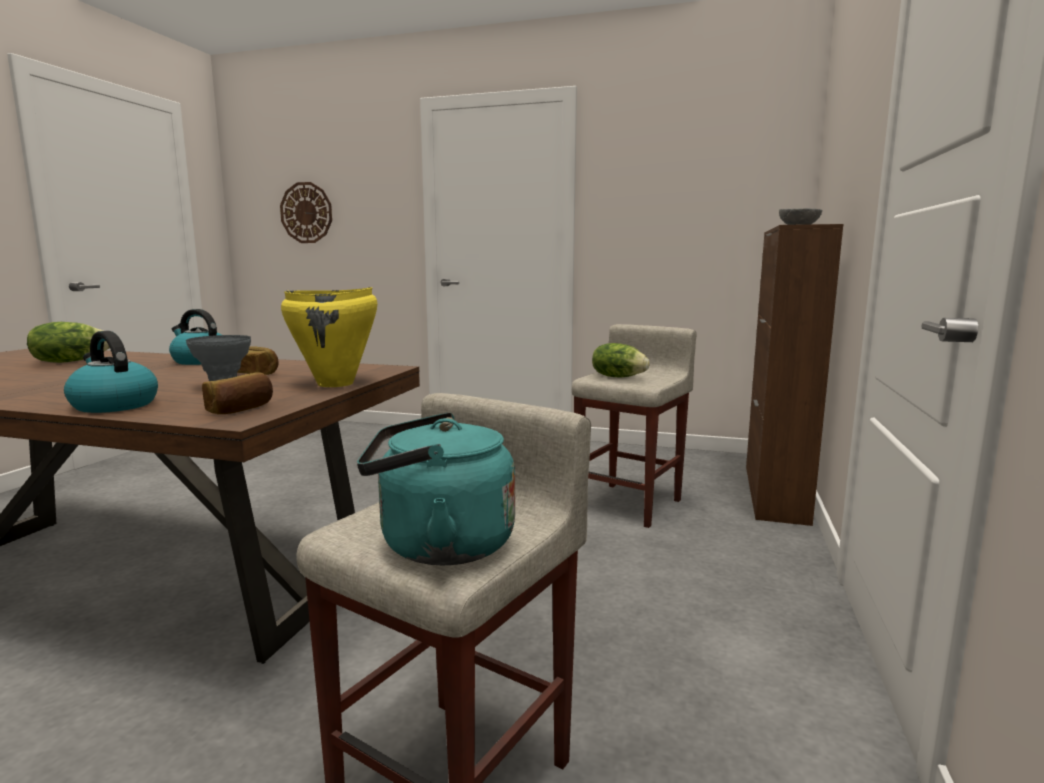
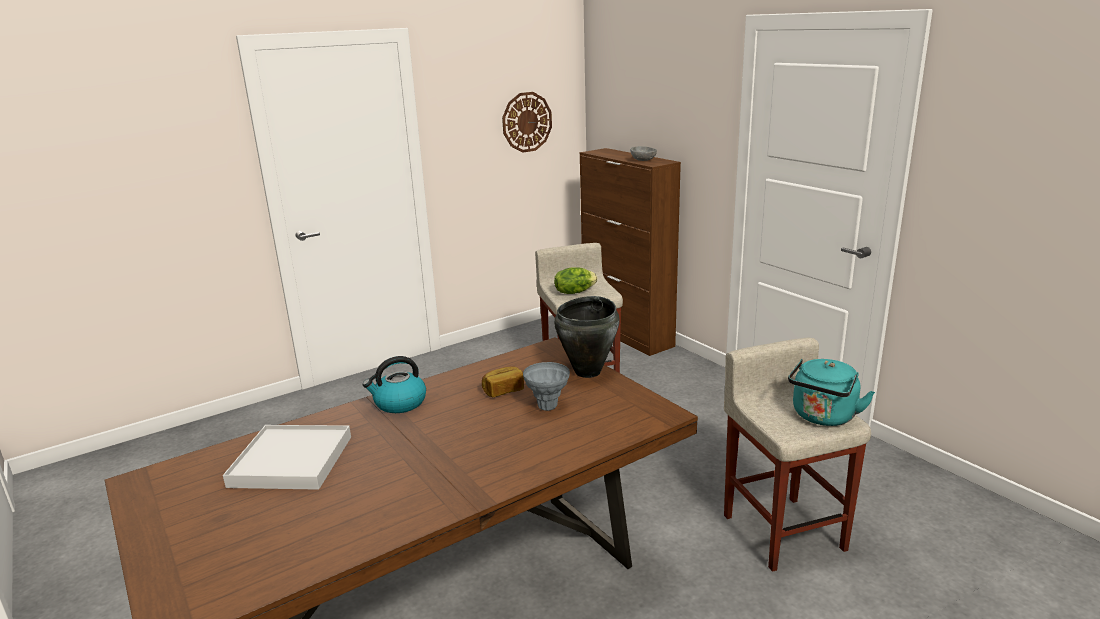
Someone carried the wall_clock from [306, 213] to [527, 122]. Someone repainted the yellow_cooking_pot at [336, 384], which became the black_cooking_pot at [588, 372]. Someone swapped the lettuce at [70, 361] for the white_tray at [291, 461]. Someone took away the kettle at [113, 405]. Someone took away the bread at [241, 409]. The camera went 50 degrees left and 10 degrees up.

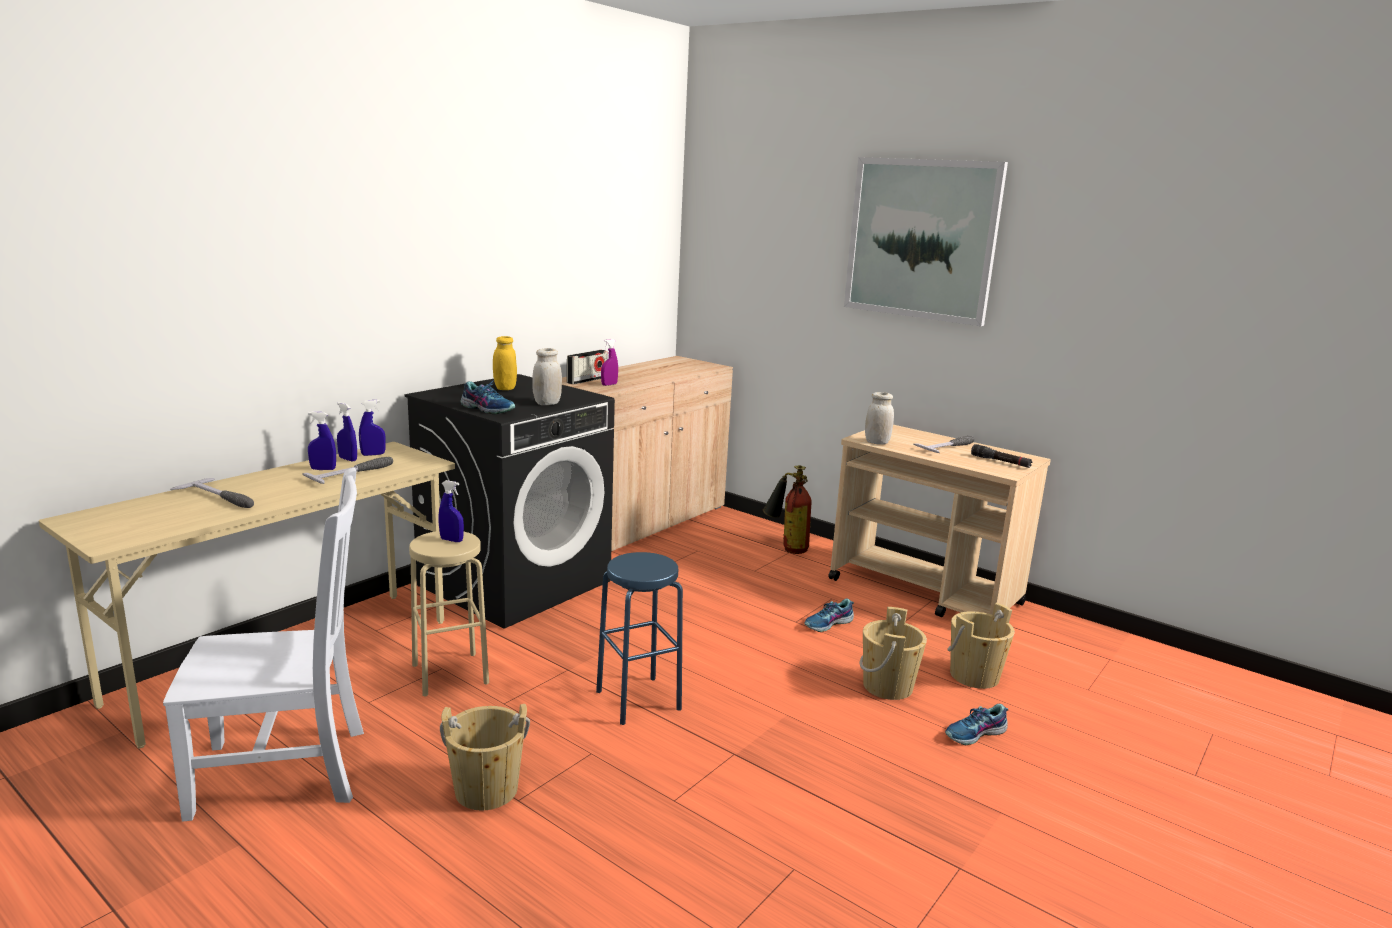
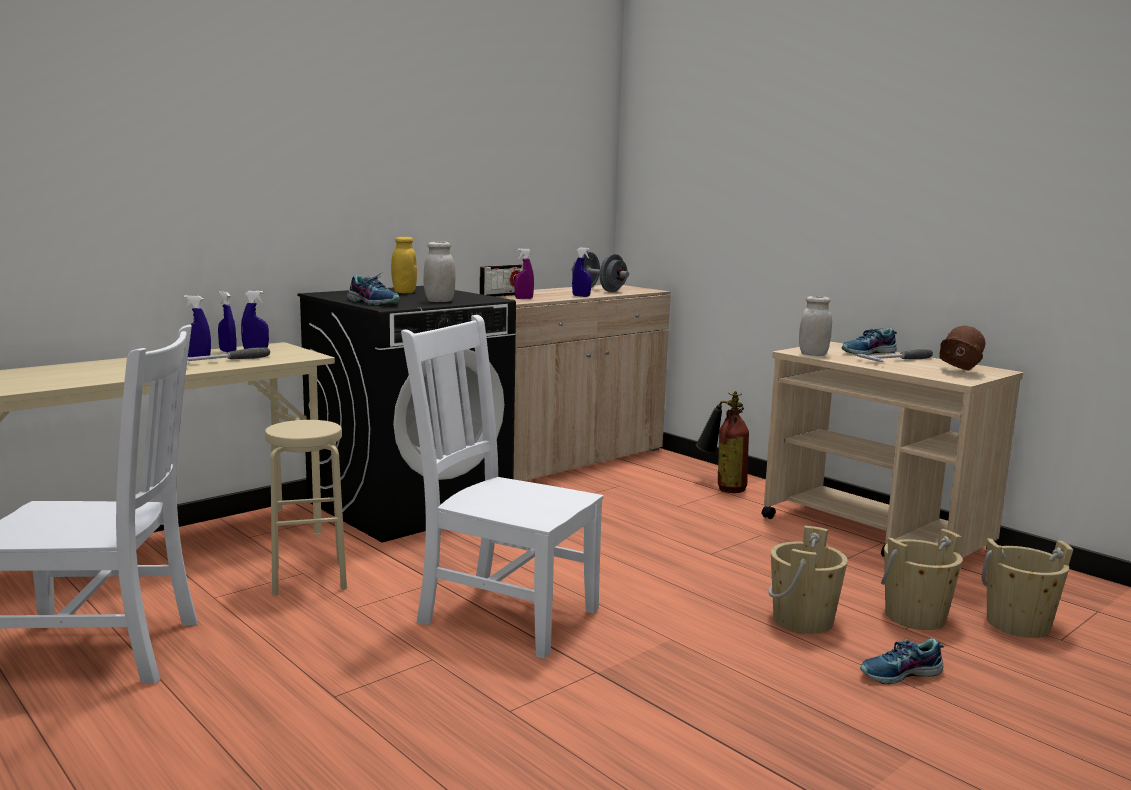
Someone took away the picture at [921, 239]. Someone swapped the black_flashlight at [1000, 462] for the brown_hard_hat at [957, 372]. Someone took away the hammer at [220, 498]. Someone carried the blue_spray_bottle from [451, 540] to [581, 296]. Someone swapped the blue_stool at [638, 700] for the white_chair at [503, 614]. Someone carried the shoe from [828, 624] to [868, 353]. Someone carried the beige_bucket from [486, 790] to [1018, 624]. Someone put down the grey_dumbbell at [599, 290]. The camera went 10 degrees right and 5 degrees down.

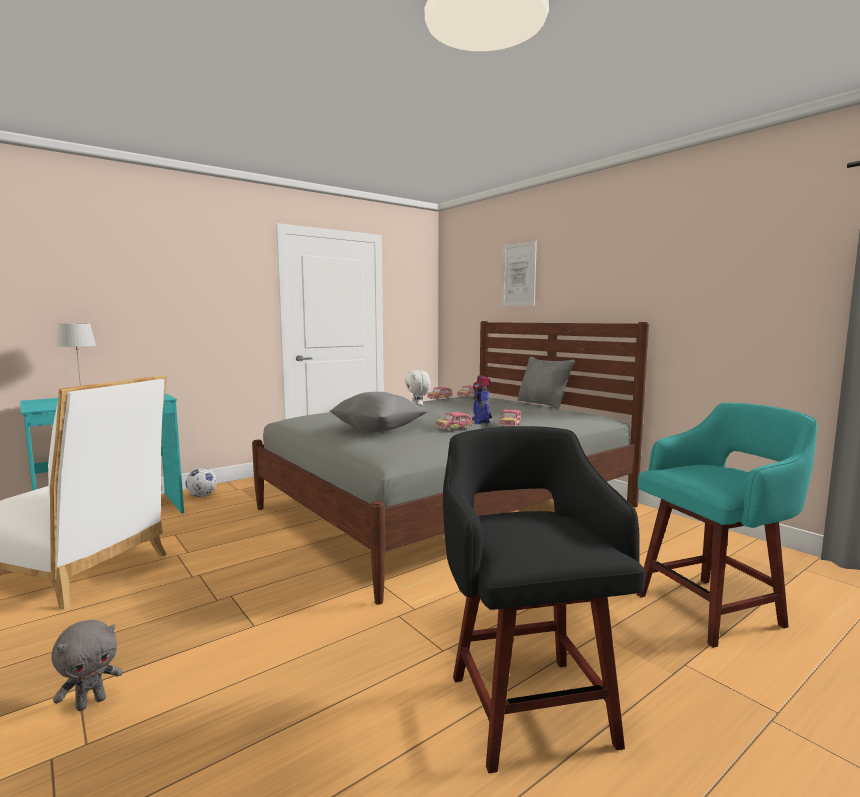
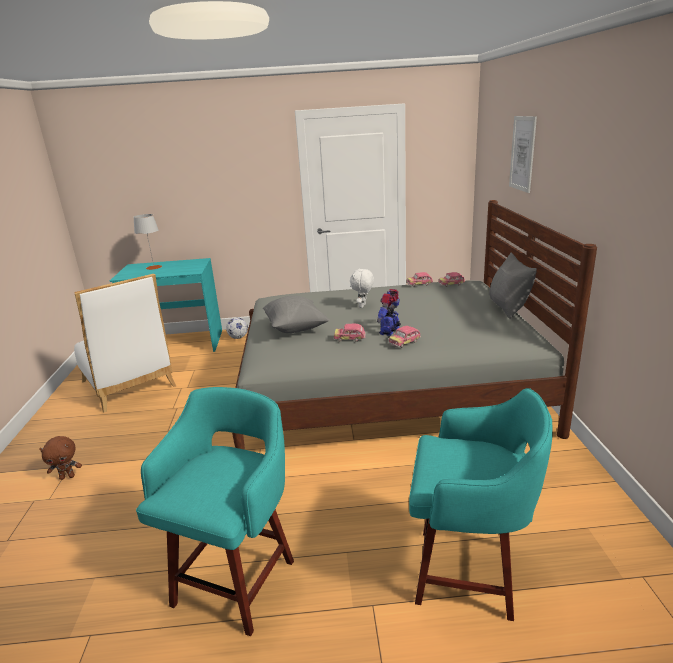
Someone repainted the black_stool at [528, 705], which became the turquoise_stool at [236, 579]. Someone repainted the grey_plush_toy at [91, 702], which became the brown_plush_toy at [67, 476]. The camera went 35 degrees right and 15 degrees up.

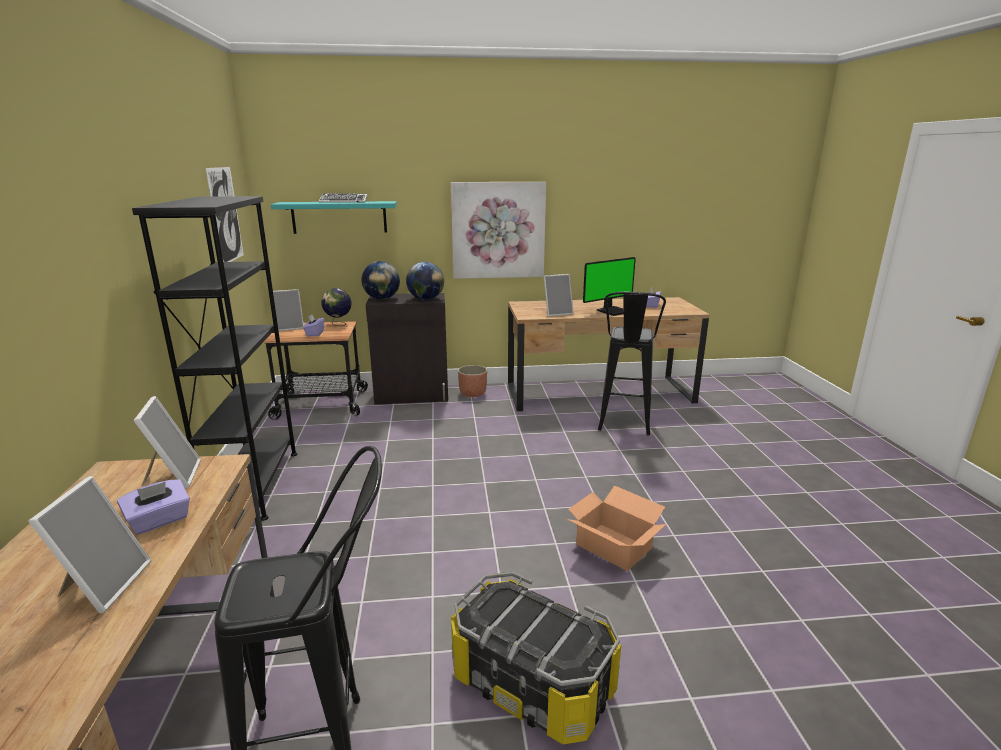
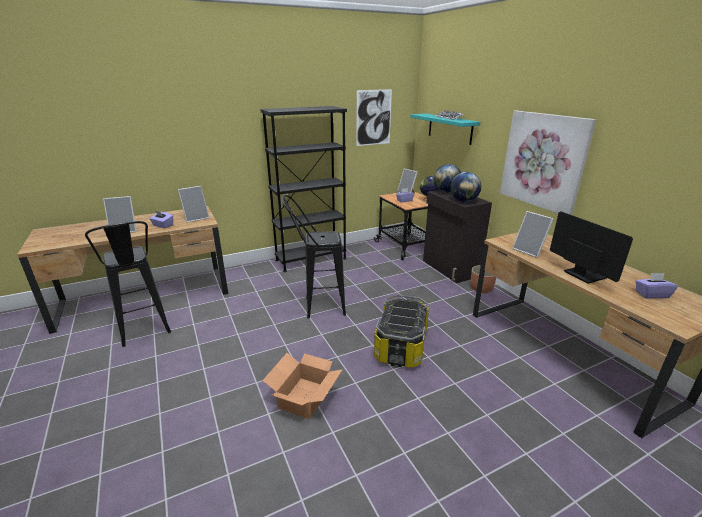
Someone rotated the monitor at [613, 311] by 150 degrees counterclockwise. Someone carried the black_stool from [623, 427] to [317, 307]. Someone carried the storage_box from [531, 683] to [400, 345]. The camera went 70 degrees right and 5 degrees up.

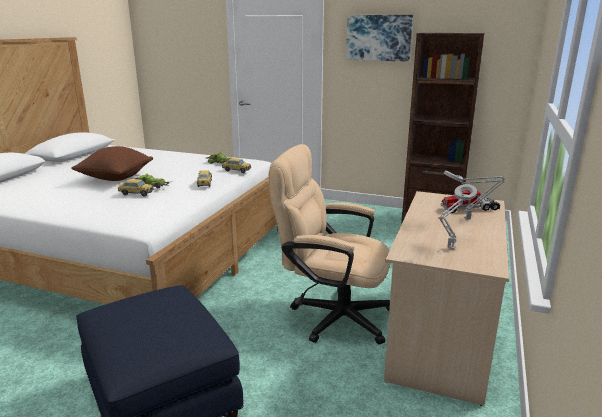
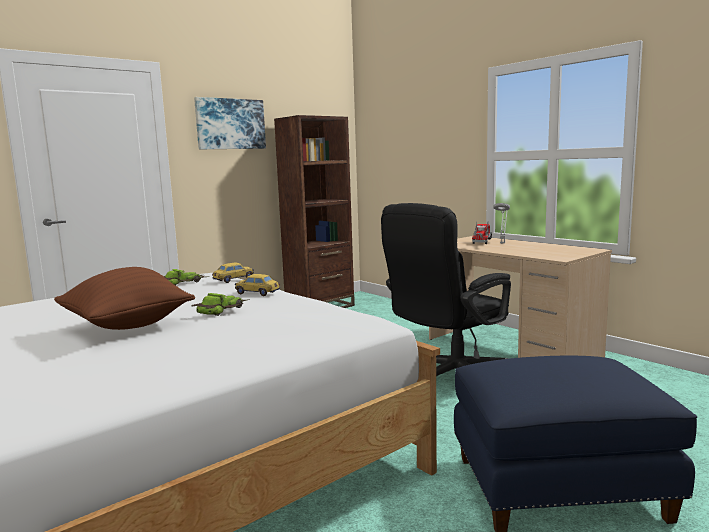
Someone repainted the beige_office_chair at [331, 315], which became the black_office_chair at [448, 377]. Someone took away the toy_car at [136, 193]. Someone took away the grey_table_lamp at [450, 249]. The camera went 60 degrees left and 10 degrees down.

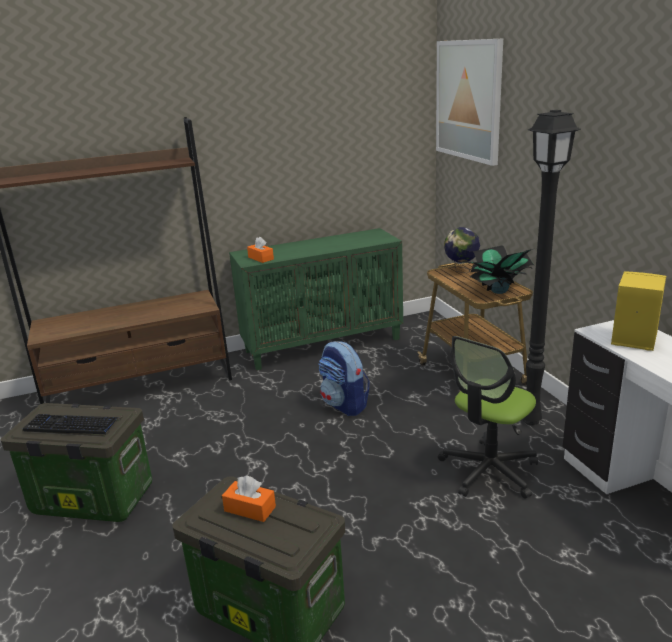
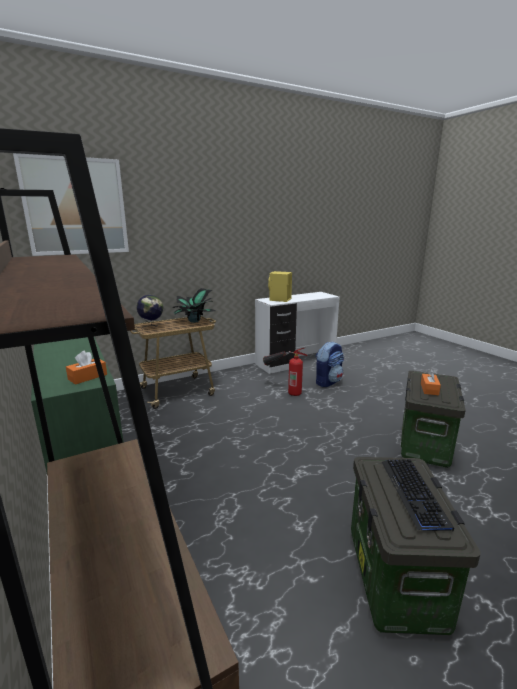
Someone took away the black_floor_lamp at [532, 421]. Someone swapped the office_chair at [488, 471] for the fire_extinguisher at [284, 390]. Someone carried the backpack from [345, 405] to [328, 382]. The camera went 100 degrees left and 5 degrees down.

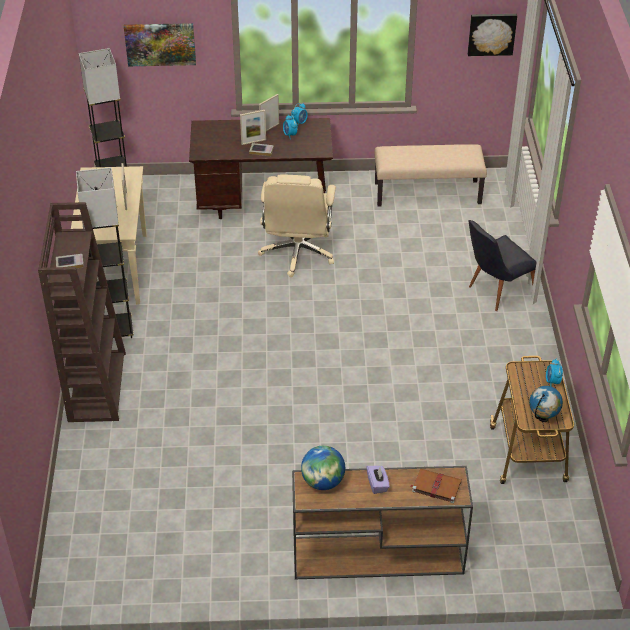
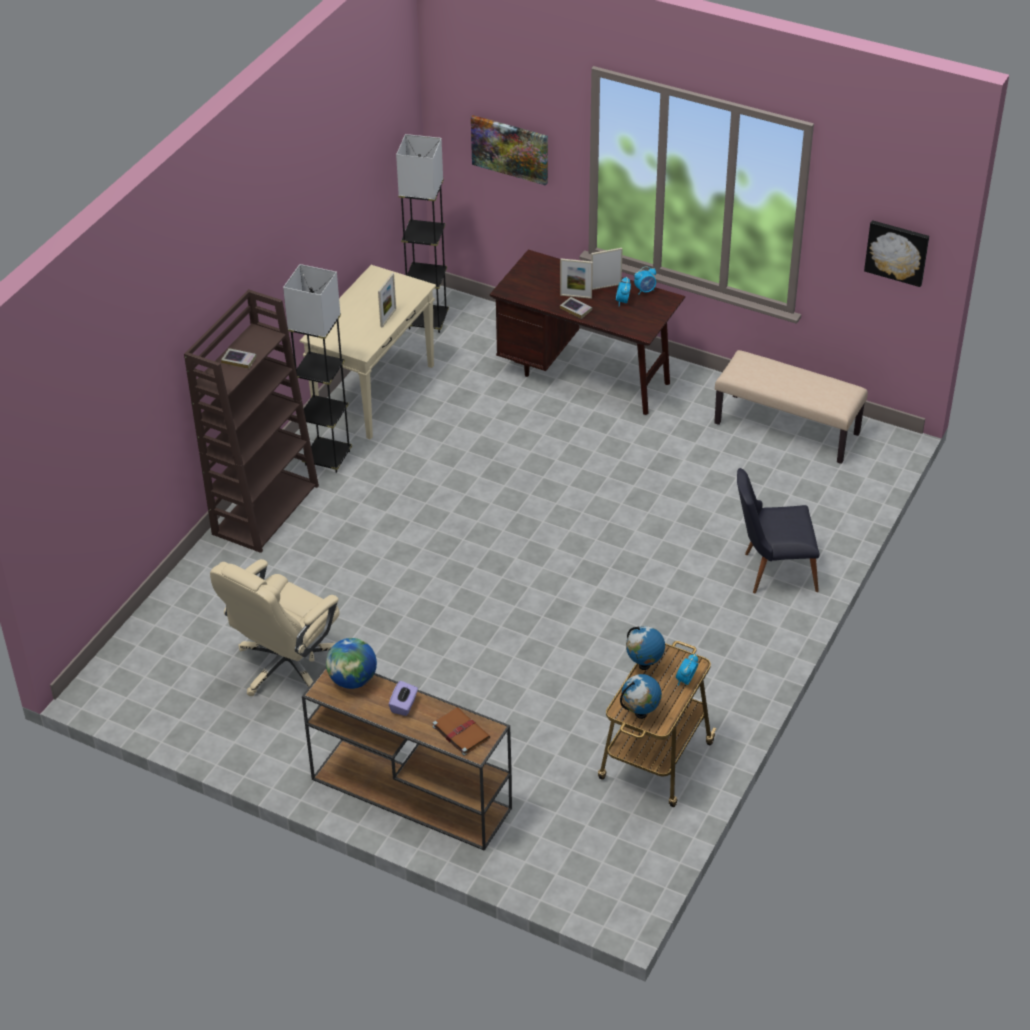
Someone carried the beige_office_chair from [297, 253] to [286, 666]. Someone put down the globe at [644, 665]. The camera went 30 degrees right and 0 degrees up.

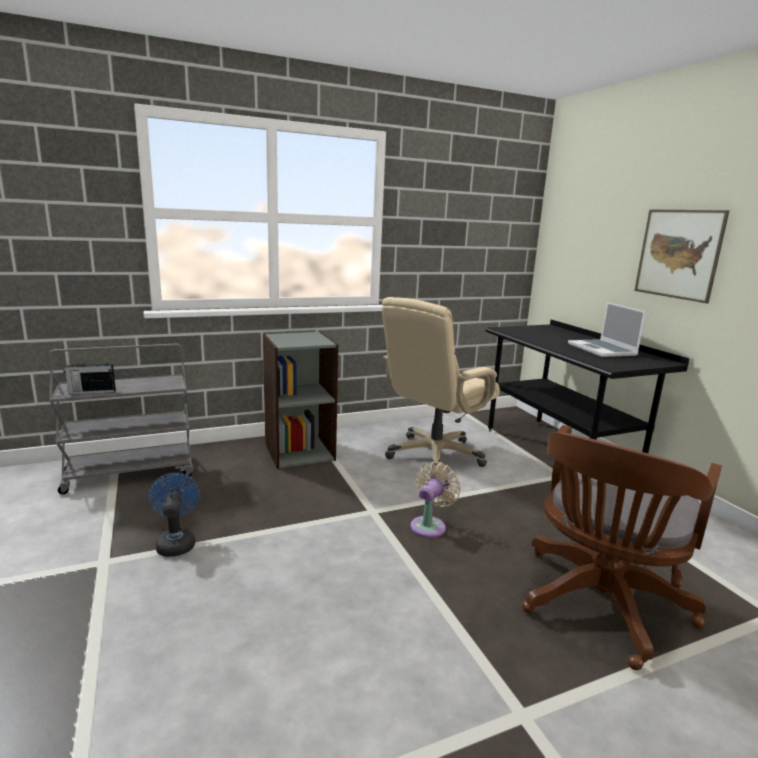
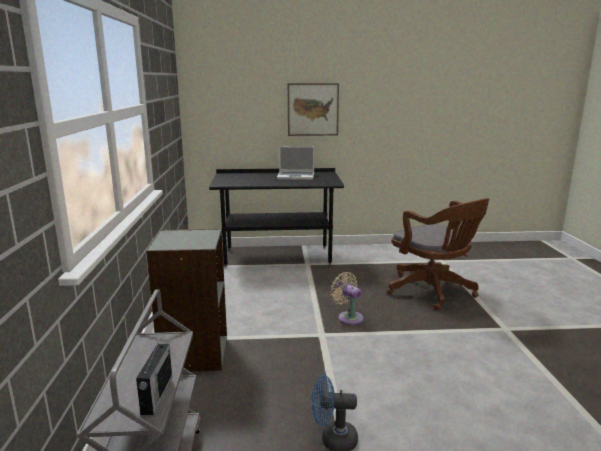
Someone took away the beige_office_chair at [434, 455]. The camera went 70 degrees left and 0 degrees up.

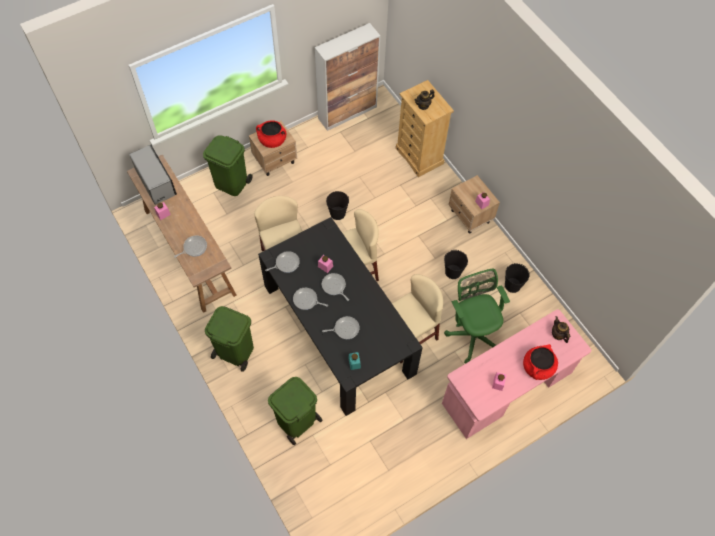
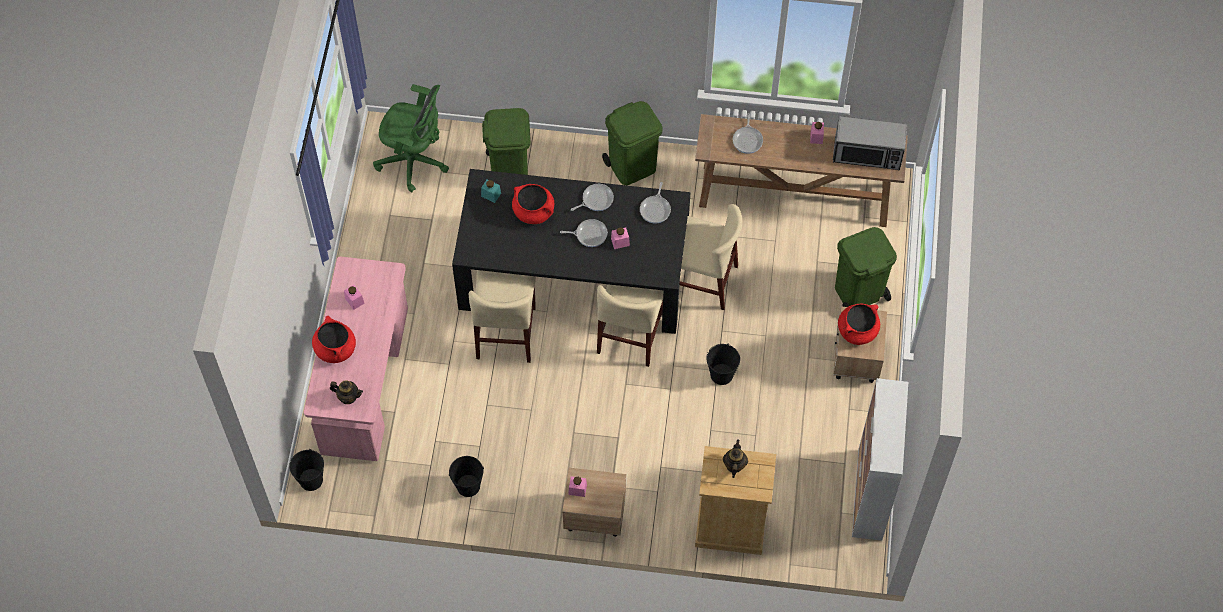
Someone carried the black_bucket from [453, 272] to [311, 480]. Someone carried the green_office_chair from [472, 333] to [415, 161]. Someone swapped the frying_pan at [345, 329] for the red_cooking_pot at [534, 211]. The camera went 130 degrees right and 0 degrees up.

